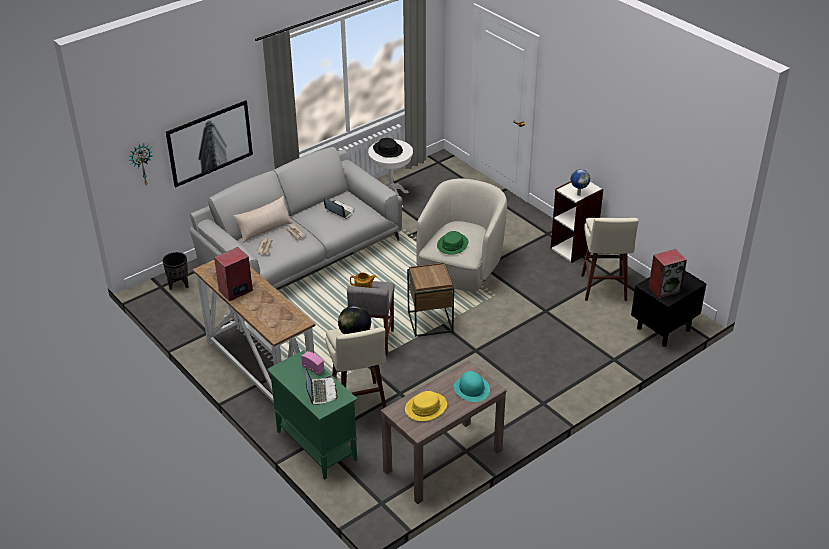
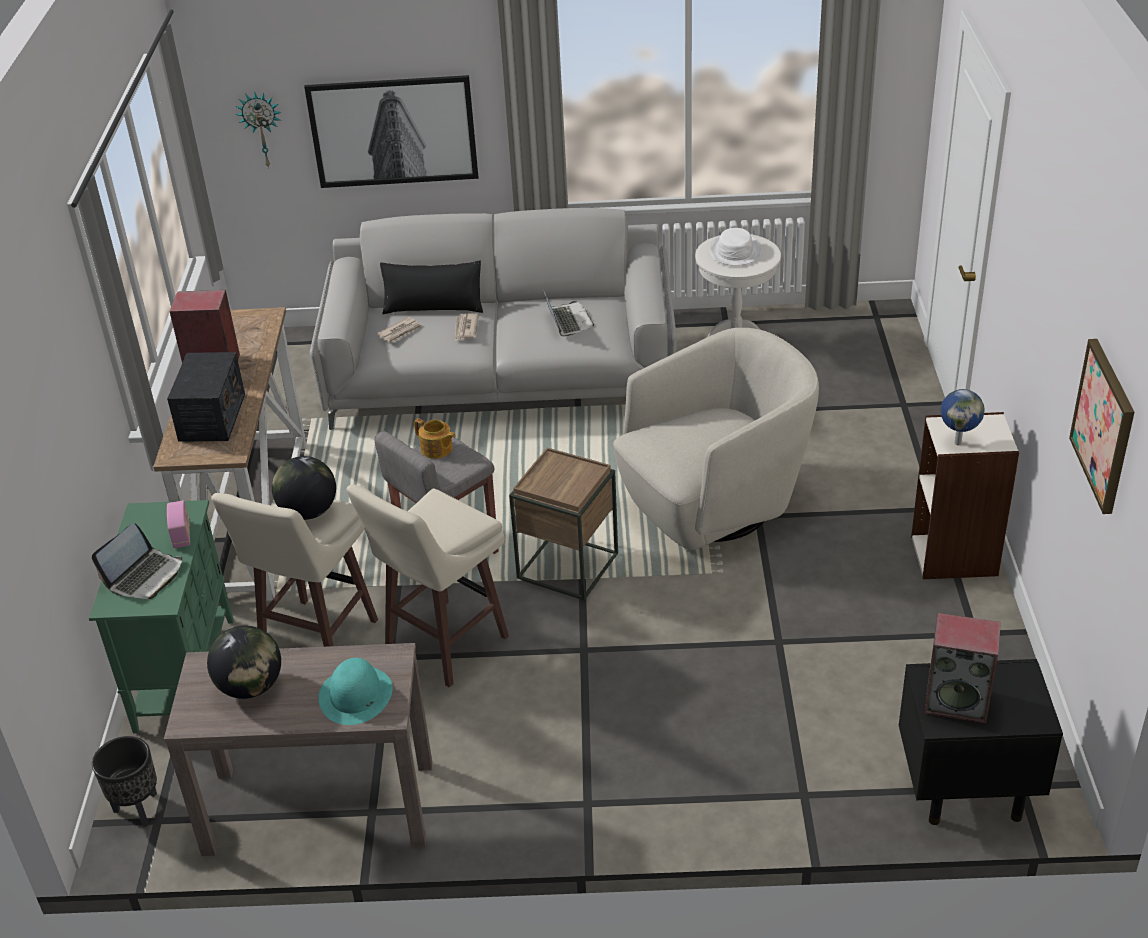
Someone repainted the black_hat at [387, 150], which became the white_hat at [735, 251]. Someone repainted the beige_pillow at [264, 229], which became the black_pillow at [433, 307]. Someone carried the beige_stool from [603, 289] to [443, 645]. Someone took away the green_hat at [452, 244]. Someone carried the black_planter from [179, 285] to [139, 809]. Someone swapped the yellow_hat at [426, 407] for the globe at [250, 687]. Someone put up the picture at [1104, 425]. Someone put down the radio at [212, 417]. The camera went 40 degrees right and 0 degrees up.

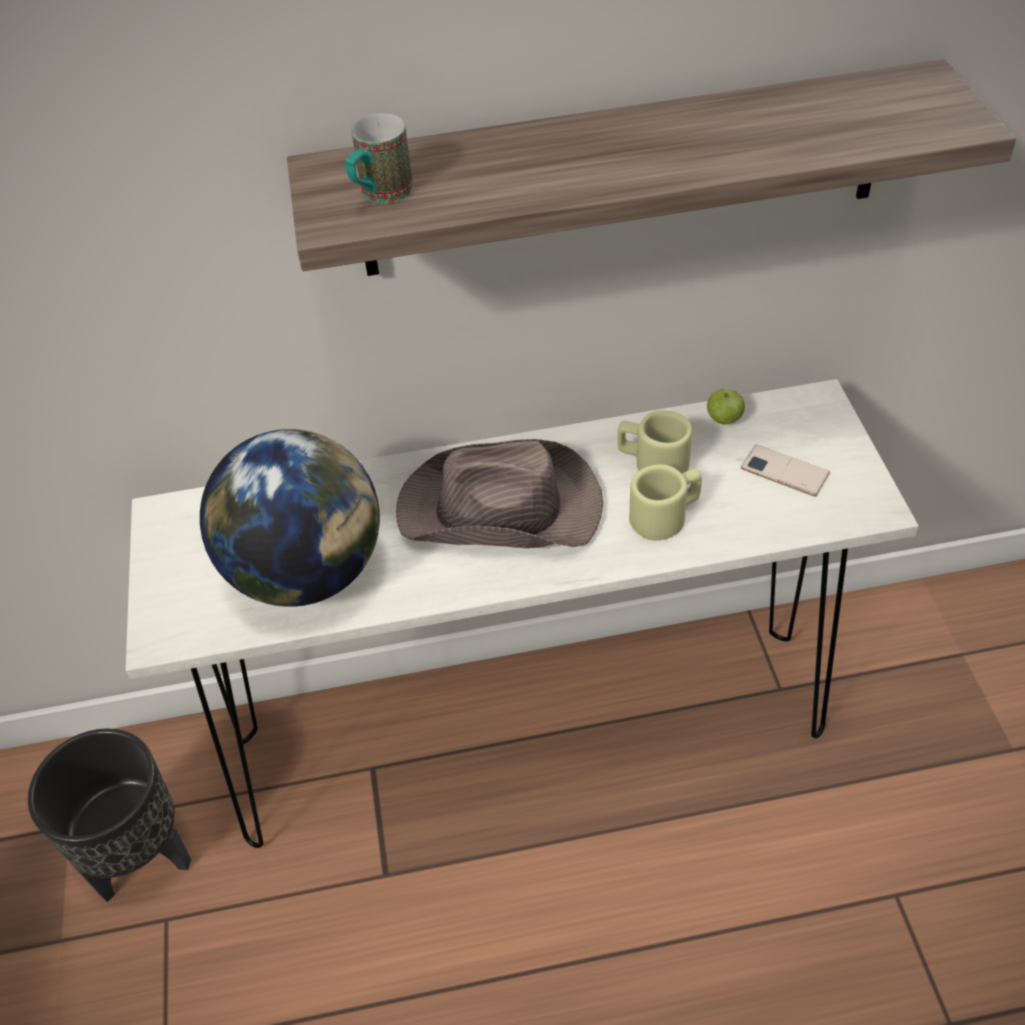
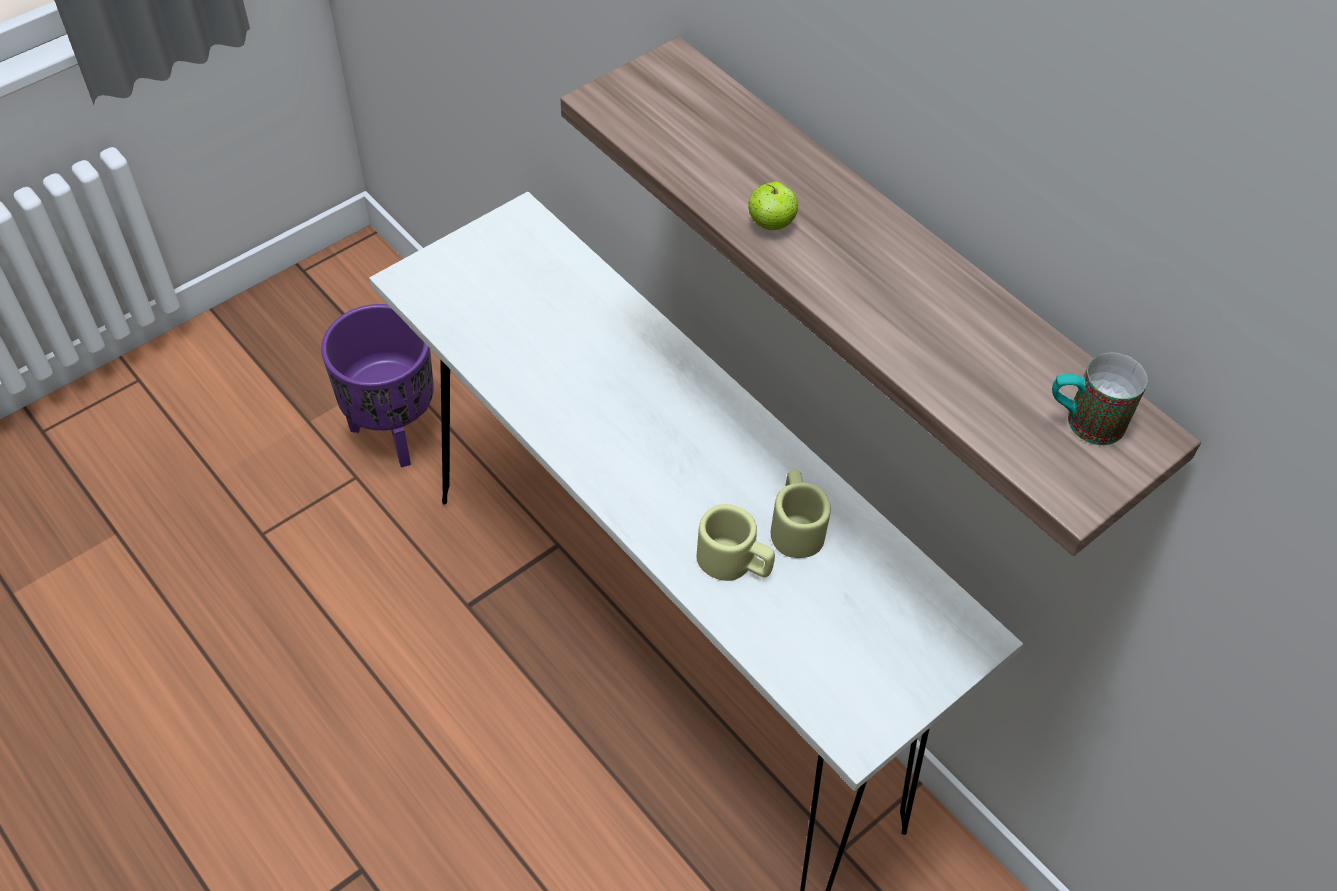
Someone carried the mug from [380, 195] to [1082, 422]. Someone carried the apple from [724, 419] to [771, 224]. Someone took away the globe at [307, 573]. Someone took away the brown_hat at [502, 509]. Someone took away the phone at [784, 471]. Someone repainted the black_planter at [142, 859], which became the purple_planter at [395, 433]. The camera went 55 degrees right and 5 degrees up.

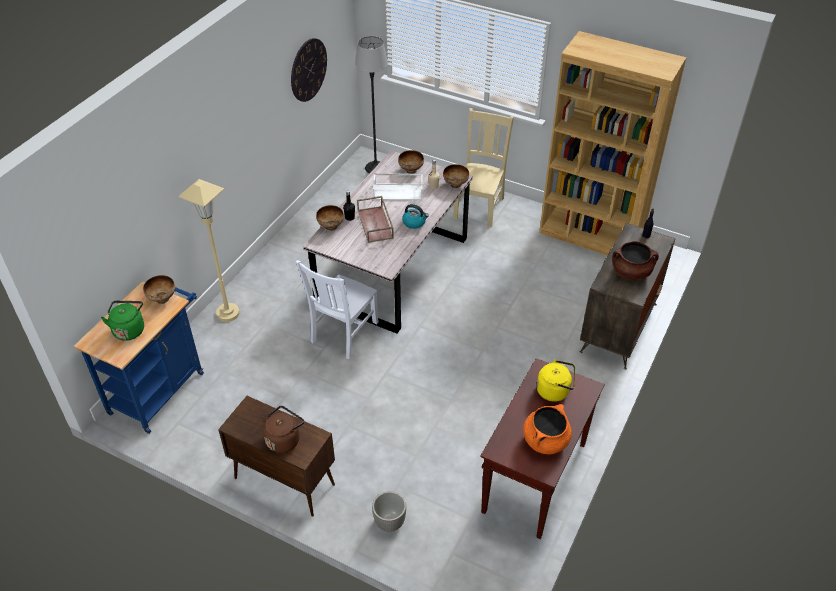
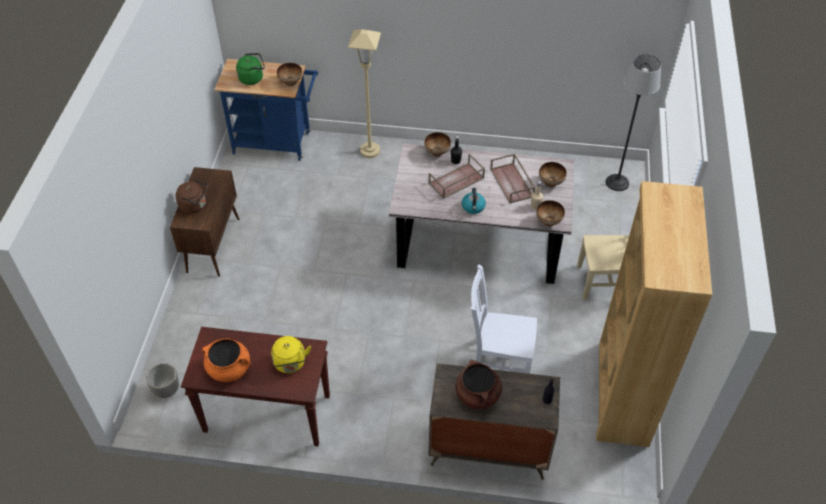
Someone took away the wall_clock at [308, 70]. Someone repainted the white_tray at [398, 191], which became the brown_tray at [512, 183]. Someone carried the white_chair from [343, 334] to [498, 361]. Someone carried the planter from [390, 522] to [167, 390]. The camera went 70 degrees right and 5 degrees up.

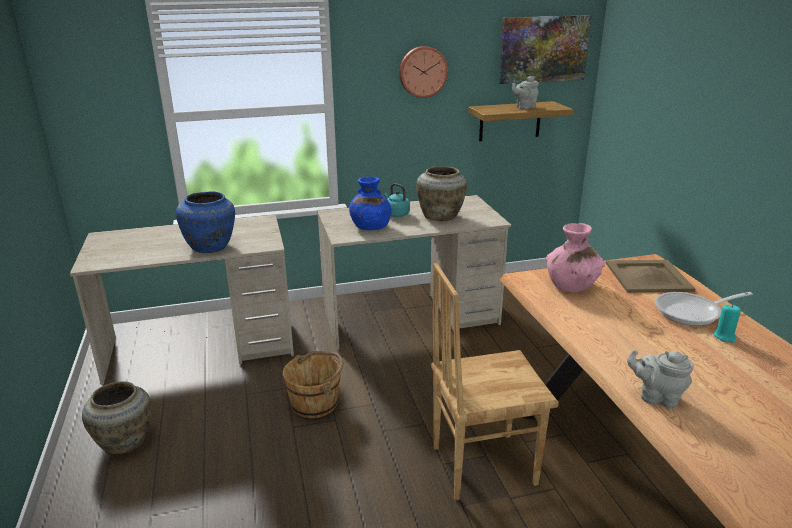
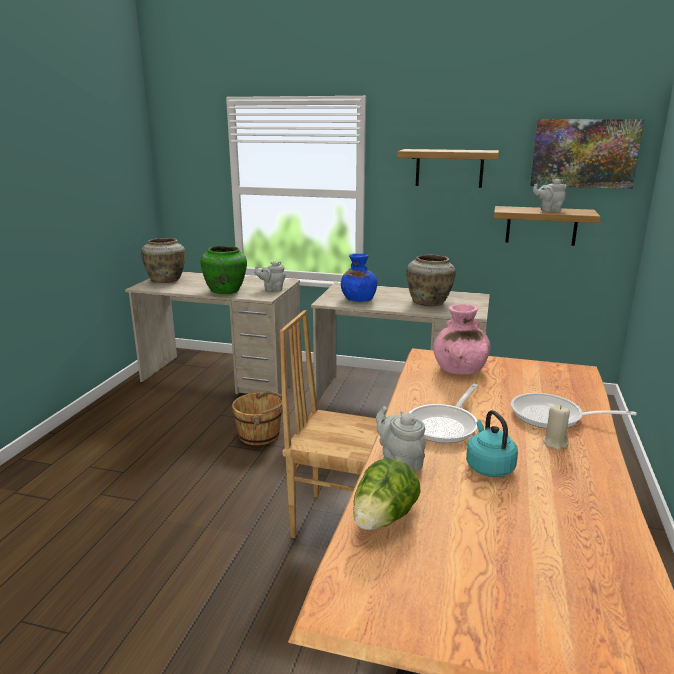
Someone swapped the wall_clock at [422, 71] for the shelf at [449, 168]. Someone carried the turquoise_kettle from [396, 214] to [488, 466]. Someone repainted the blue_vase at [211, 247], which became the green_vase at [225, 291]. Someone took away the beige_tray at [648, 277]. Someone repainted the turquoise_candle at [724, 336], which became the beige_candle at [555, 443]. Someone carried the beige_vase from [125, 441] to [166, 280]. Someone put down the grey_teapot at [272, 289]. Someone put down the frying_pan at [445, 425]. Someone put down the lettuce at [383, 519]. The camera went 30 degrees right and 5 degrees down.

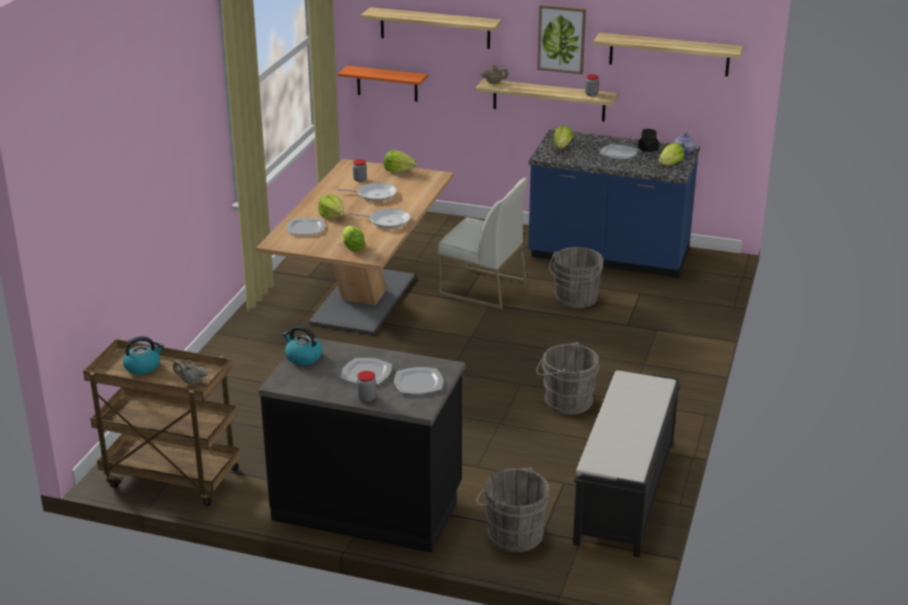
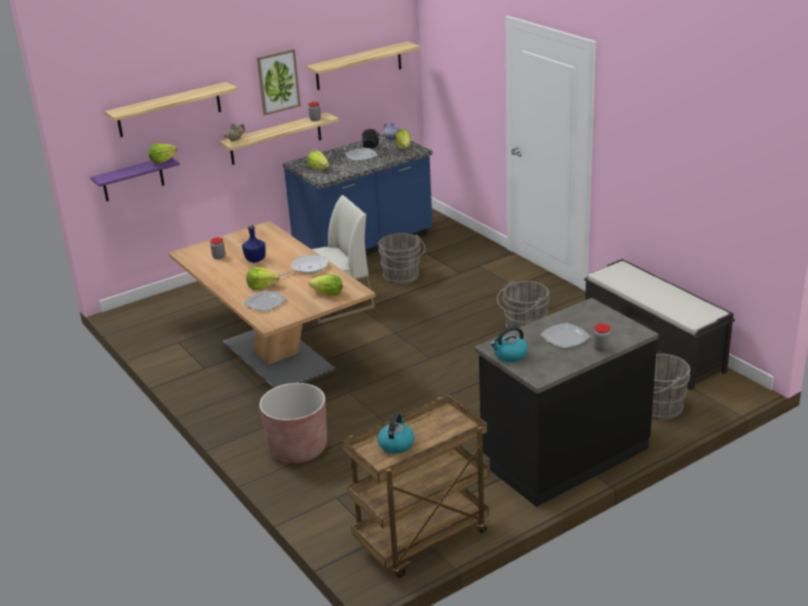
Someone repainted the orange_shelf at [387, 83], which became the purple_shelf at [133, 179]. Someone carried the lettuce from [398, 170] to [162, 161]. Someone swapped the frying_pan at [374, 195] for the blue_bottle at [255, 259]. Someone took away the beige_teapot at [191, 382]. Someone took away the plate at [419, 382]. Someone put down the brown_planter at [298, 449]. The camera went 50 degrees left and 0 degrees up.

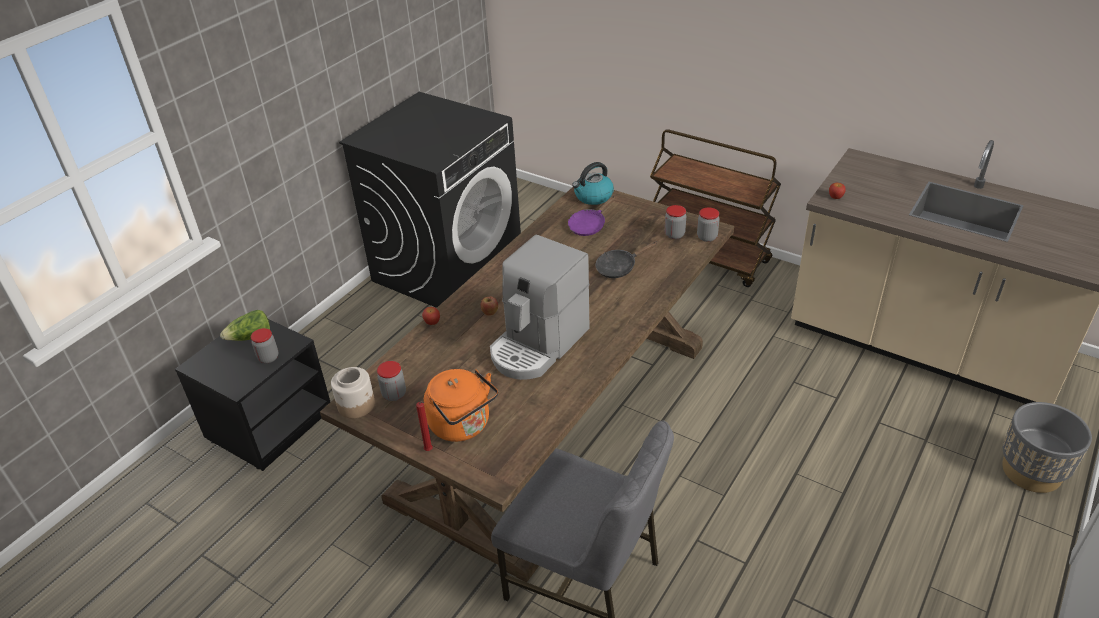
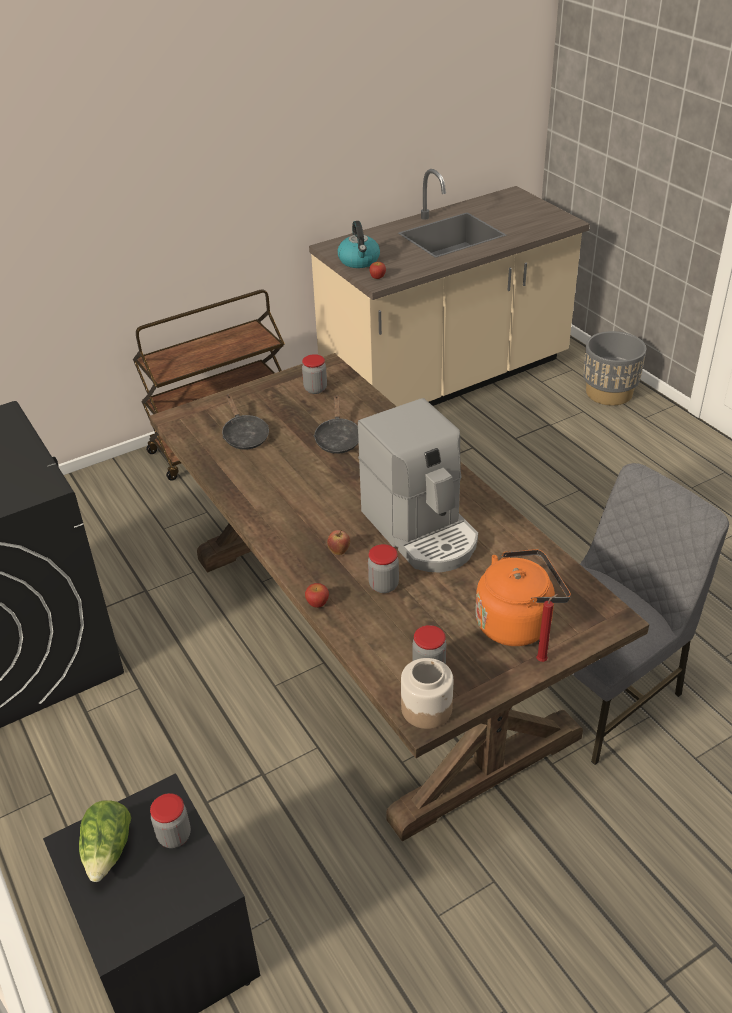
Someone carried the kettle from [593, 197] to [359, 261]. Someone repainted the purple_frying_pan at [589, 225], which became the black_frying_pan at [244, 435]. Someone carried the jar from [707, 237] to [383, 585]. The camera went 65 degrees left and 0 degrees up.

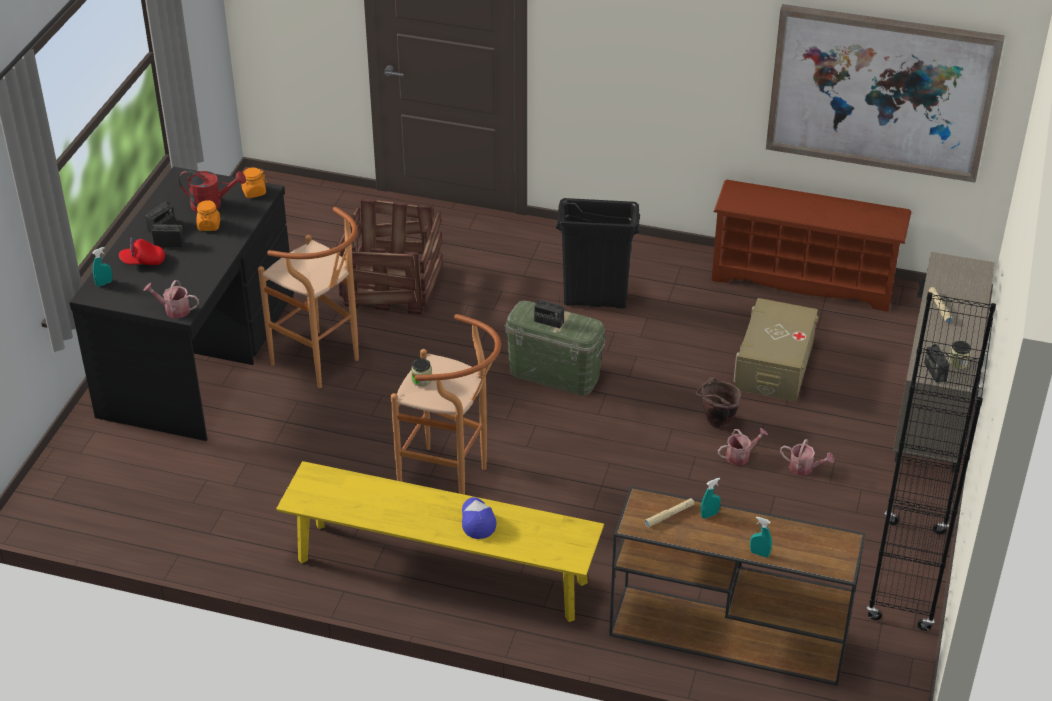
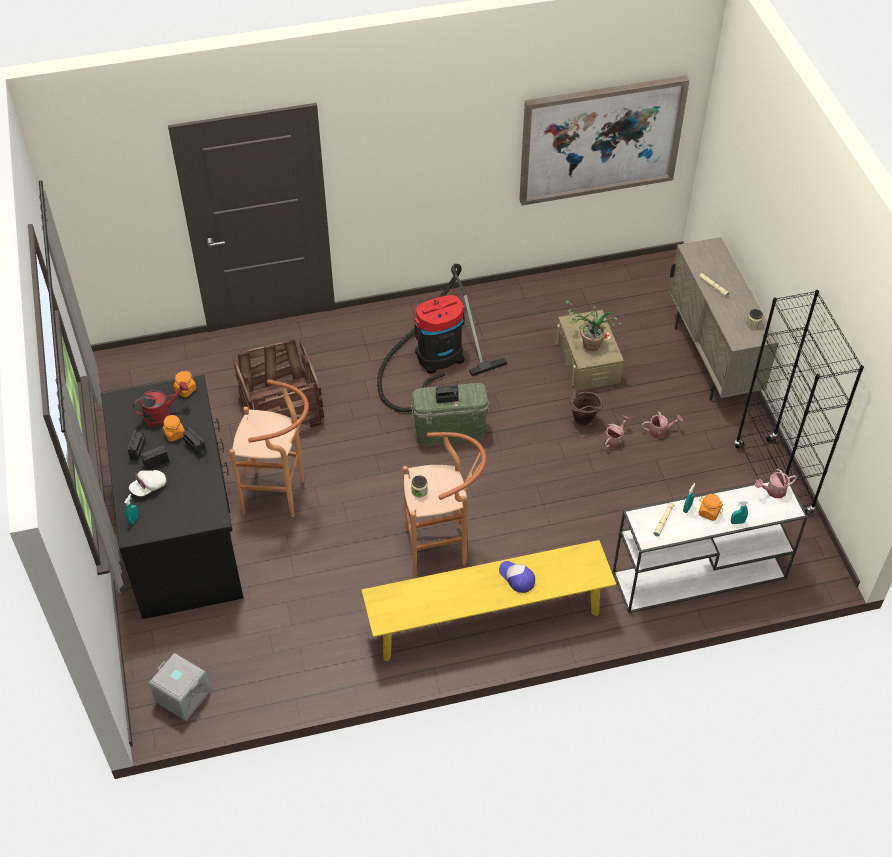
Someone took away the brown_shoe_rack at [804, 279]. Someone swapped the black_trash_can at [596, 300] for the vacuum_cleaner at [435, 359]. Someone repainted the red_cap at [143, 261], which became the white_cap at [148, 487]. Someone carried the watering_can from [174, 310] to [773, 491]. Someone carried the radio from [934, 372] to [195, 447]. Someone repainted the brown_console_table at [726, 634], which became the white_console_table at [697, 576]. Someone put down the potted_plant at [586, 345]. Someone put down the orange_jar at [708, 512]. Someone put down the grey_storage_box at [182, 696]. The camera went 30 degrees left and 10 degrees up.

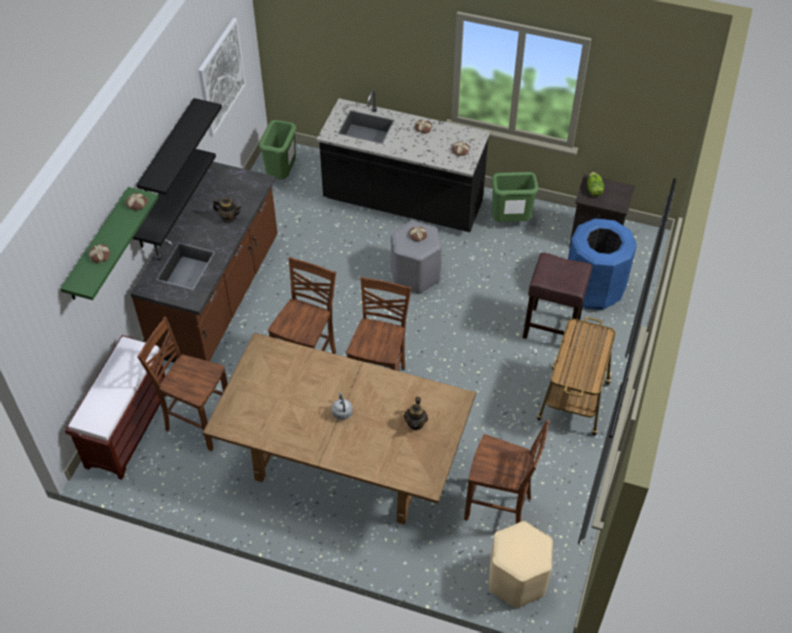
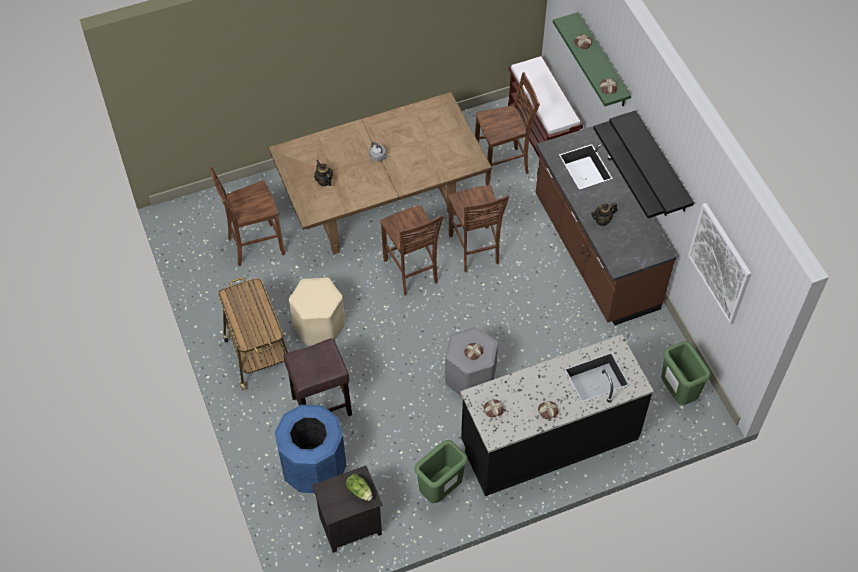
Someone carried the beige_stool from [517, 579] to [319, 326]. The camera went 140 degrees right and 5 degrees up.

